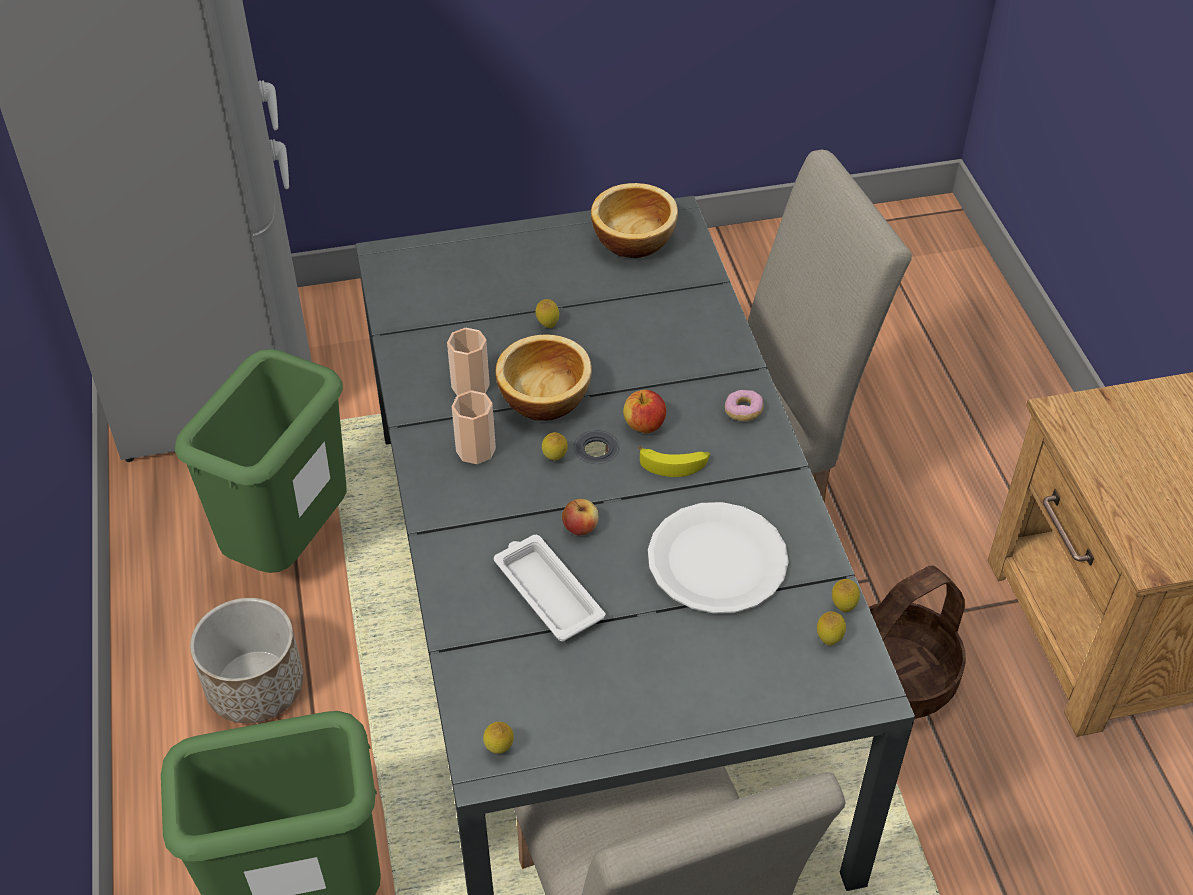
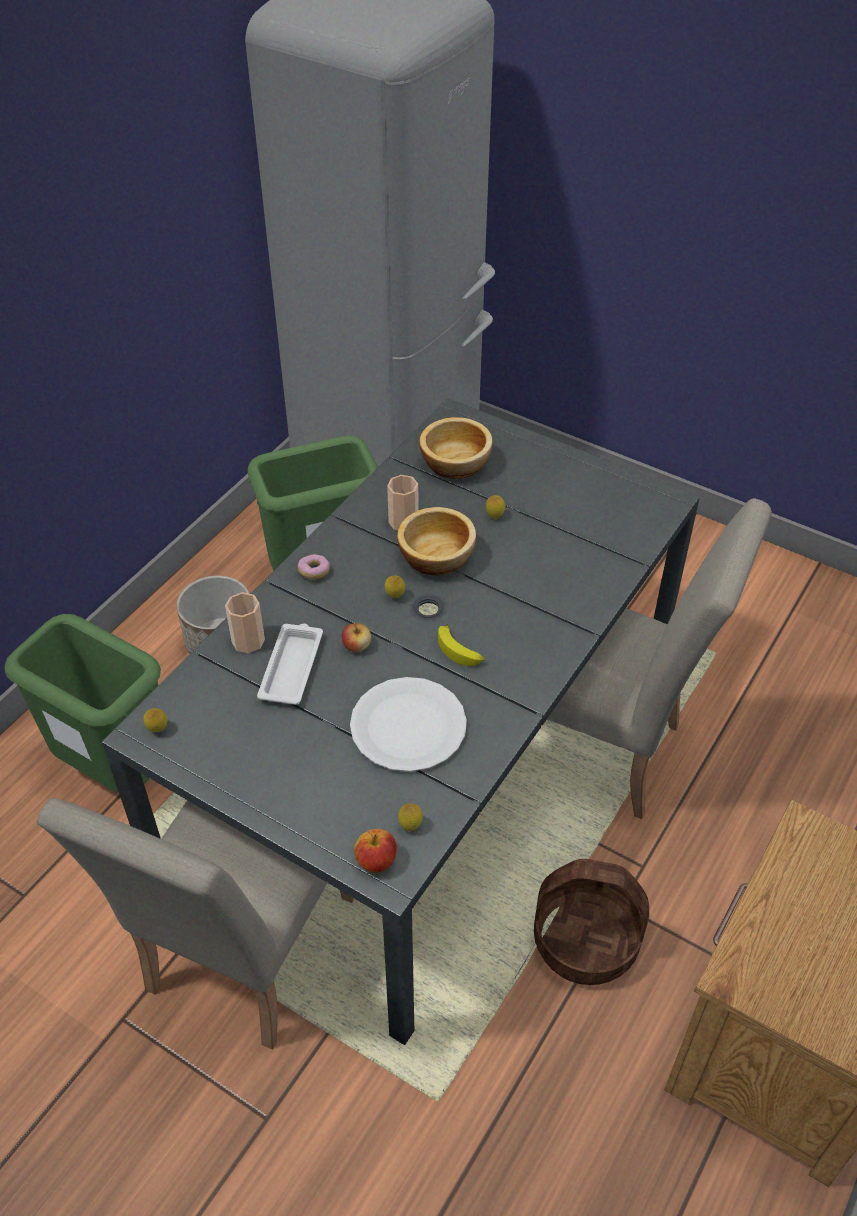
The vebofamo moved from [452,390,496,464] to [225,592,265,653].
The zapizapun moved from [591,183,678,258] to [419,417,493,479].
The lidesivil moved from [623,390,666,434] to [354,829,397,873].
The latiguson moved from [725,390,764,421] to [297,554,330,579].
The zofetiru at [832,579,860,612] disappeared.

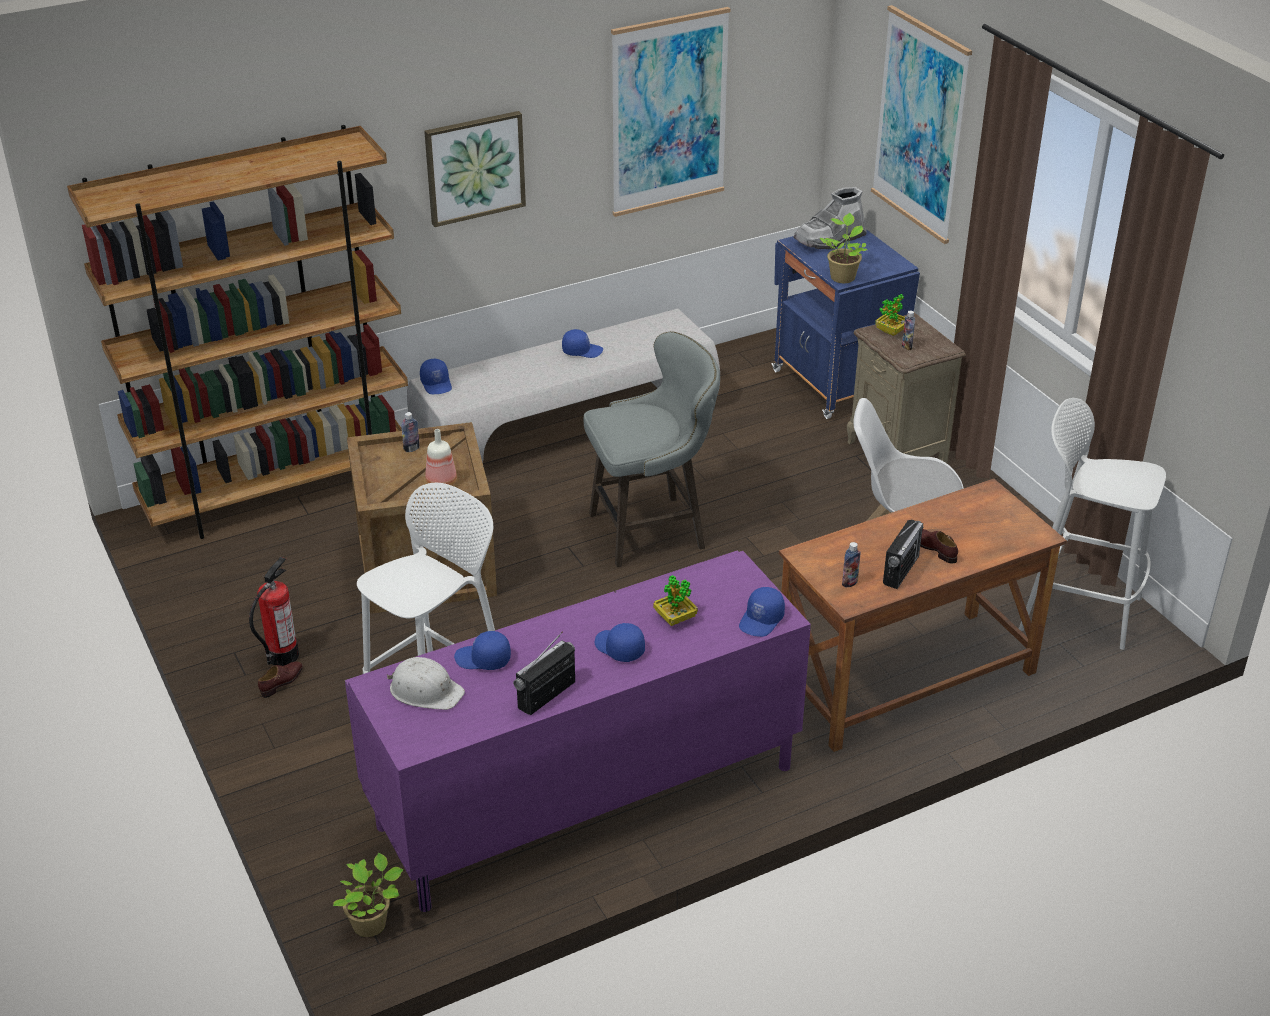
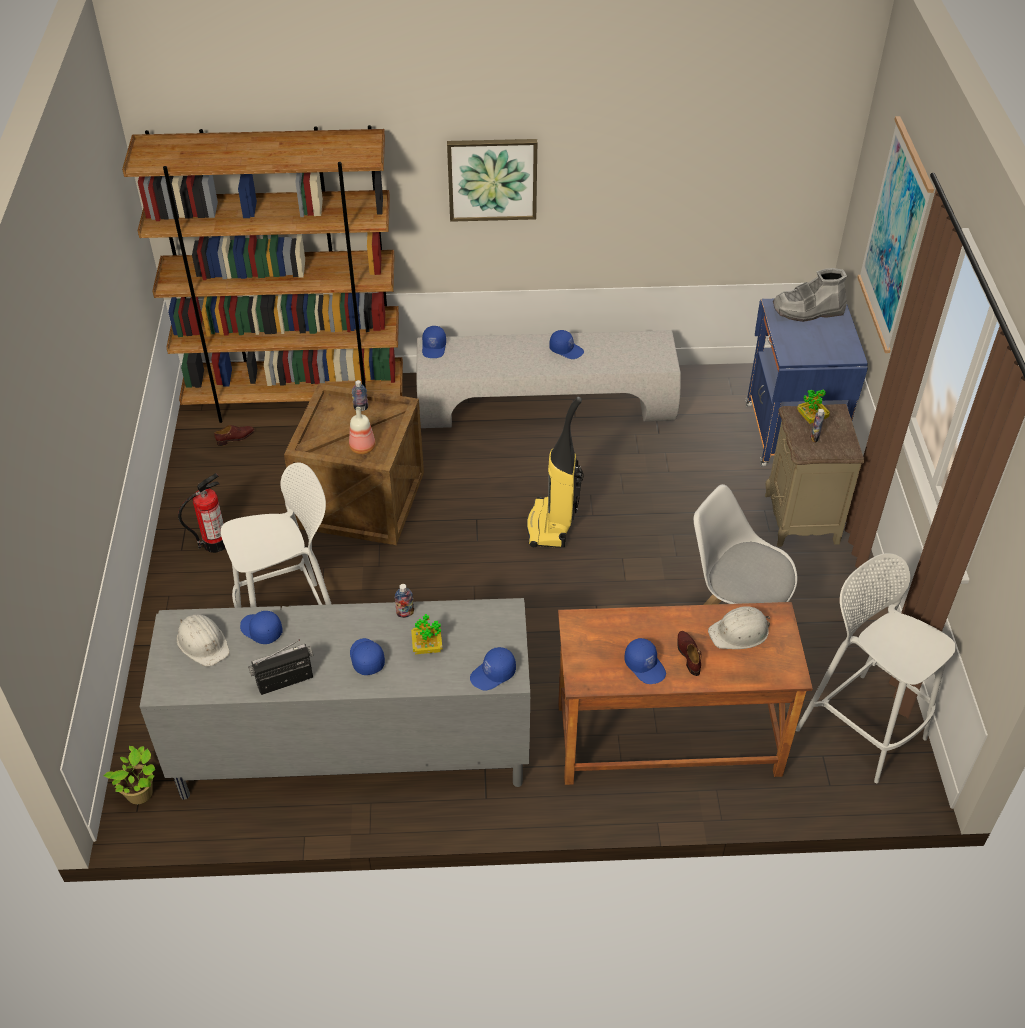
The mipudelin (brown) moved from [258,661,303,698] to [214,425,254,446].
The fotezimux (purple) at [345,551,811,912] became the fotezimux (grey) at [140,598,530,800].
The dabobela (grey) at [584,331,720,567] was replaced by the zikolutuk at [527,397,584,548].
The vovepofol at [611,7,730,217] disappeared.
The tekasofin at [820,213,867,283] disappeared.
The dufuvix moved from [842,542,861,587] to [395,584,414,618].
The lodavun at [883,520,924,589] was replaced by the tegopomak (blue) at [624,638,666,684].
The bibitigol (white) at [708,606,770,649] appeared.

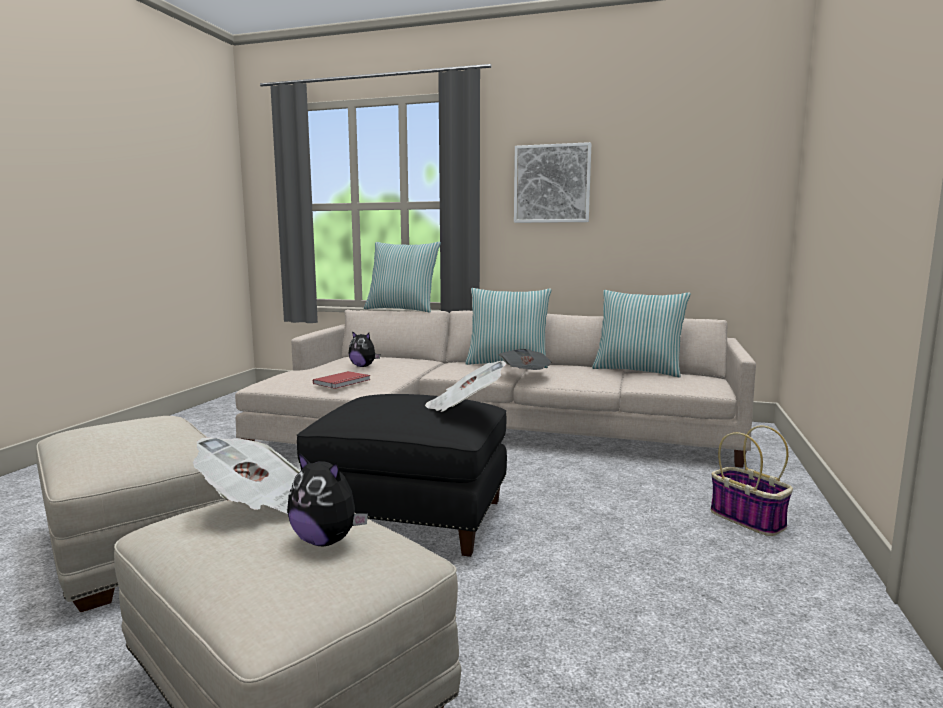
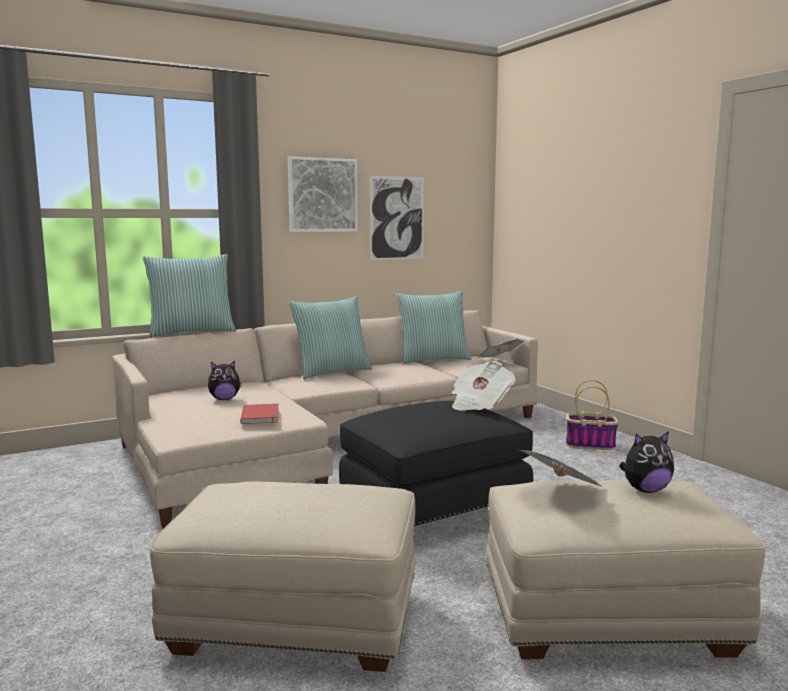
The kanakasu moved from [499,349,552,370] to [479,339,524,358].
The vovepofol at [370,176,424,260] appeared.

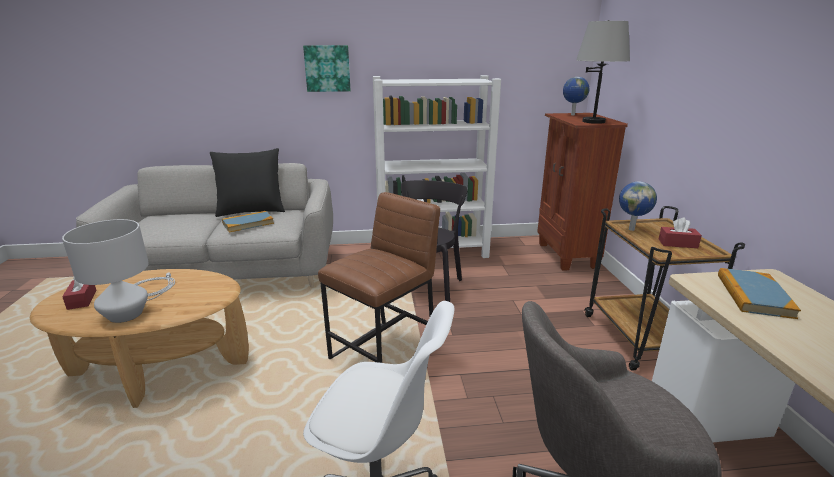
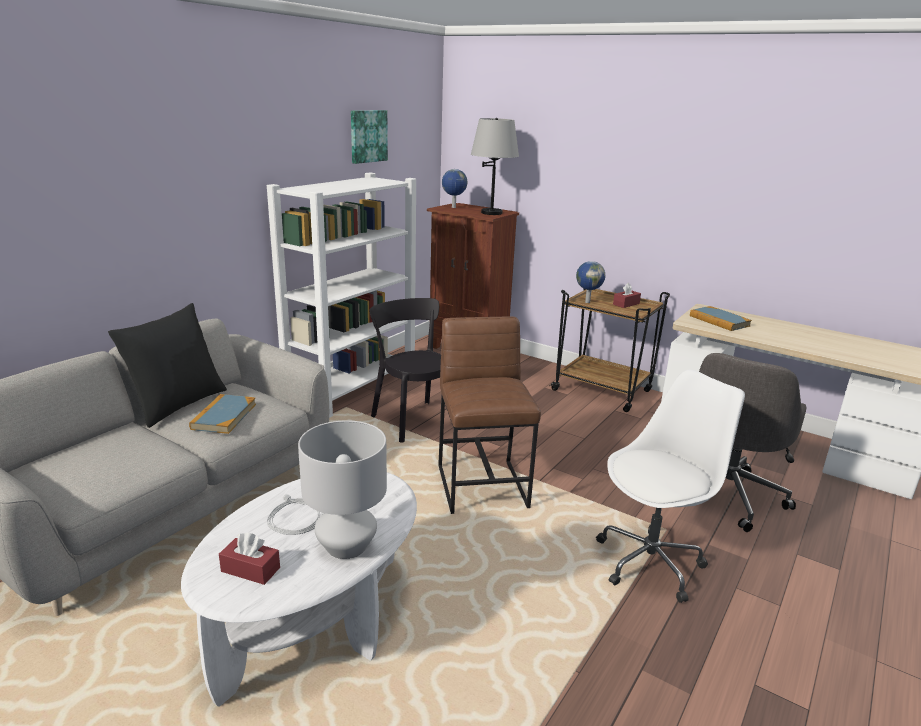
The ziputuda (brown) at [30,269,249,408] became the ziputuda (white) at [181,472,417,707].
The vovepofol moved from [303,45,351,92] to [351,110,388,164].

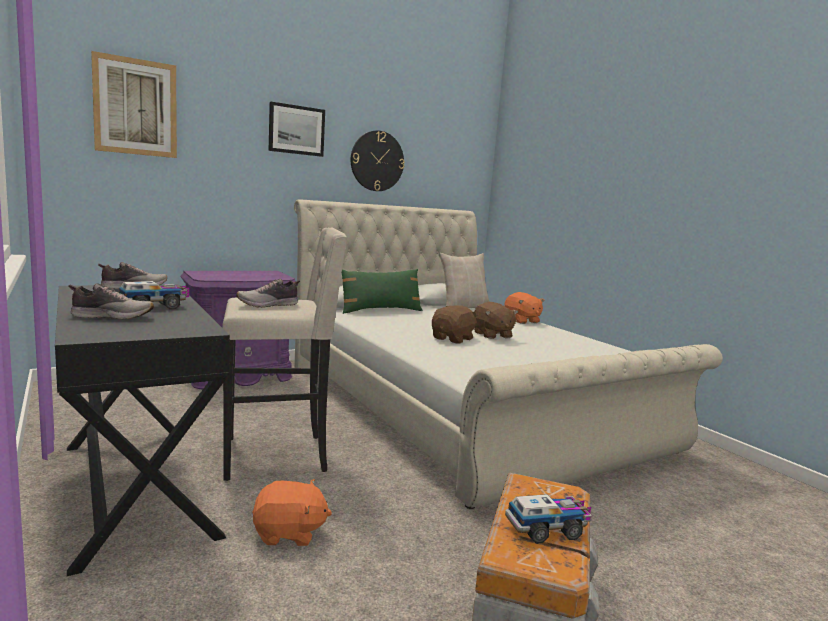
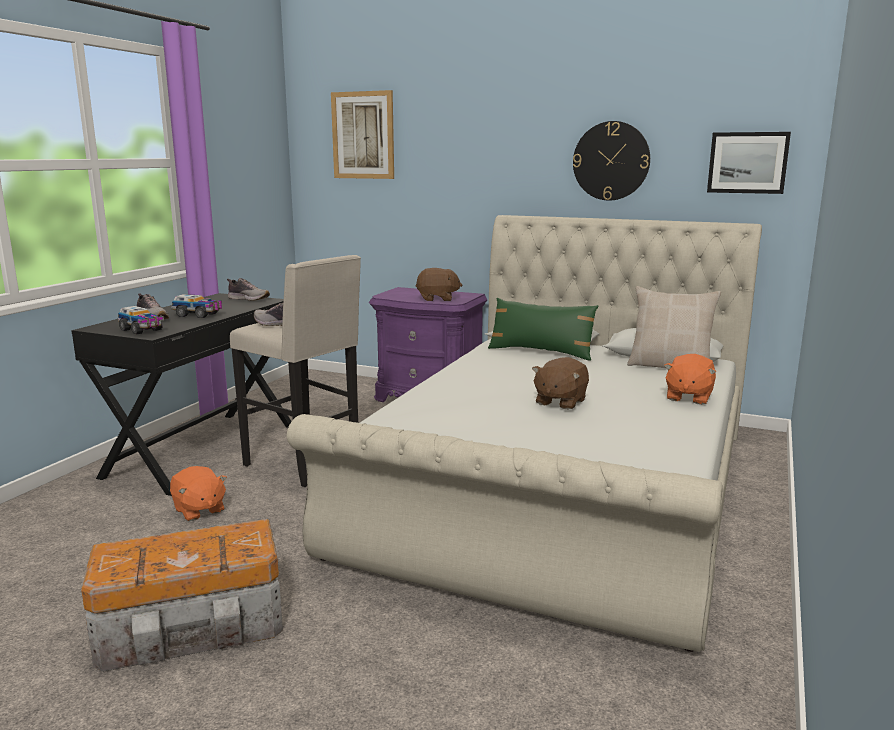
The vovepofol moved from [269,102,325,157] to [707,132,791,194].
The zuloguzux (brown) moved from [432,305,479,344] to [416,268,462,301].
The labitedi moved from [505,494,592,544] to [118,306,164,335].

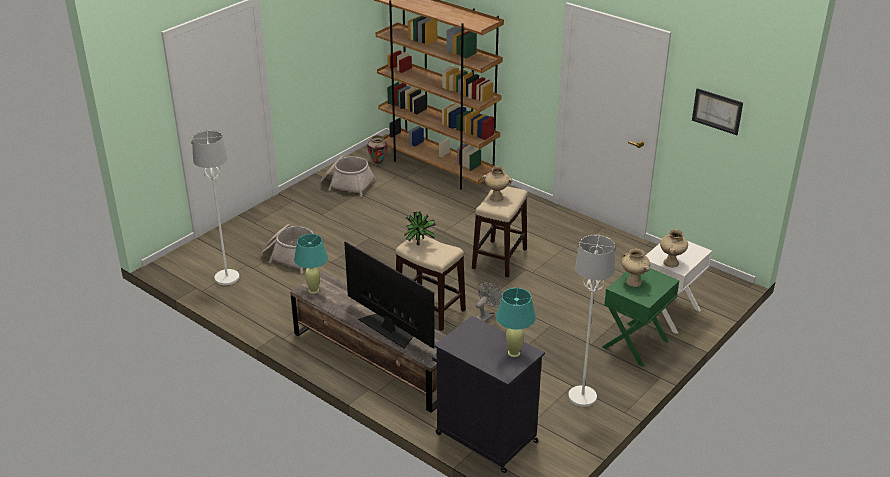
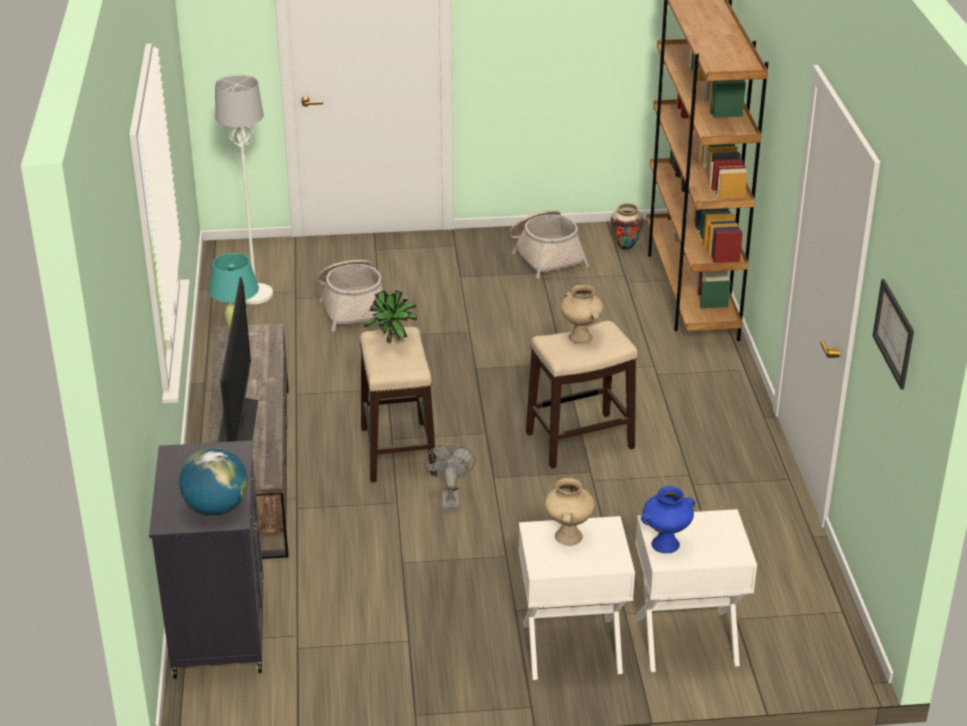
The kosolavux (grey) at [476,282,502,322] turned 90 degrees counterclockwise.
The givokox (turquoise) at [496,288,536,357] was replaced by the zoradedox at [179,447,248,515].
The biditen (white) at [568,235,615,407] disappeared.
The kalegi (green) at [602,268,679,367] became the kalegi (white) at [518,516,635,680].
The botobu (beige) at [660,229,688,267] became the botobu (blue) at [641,486,695,553].

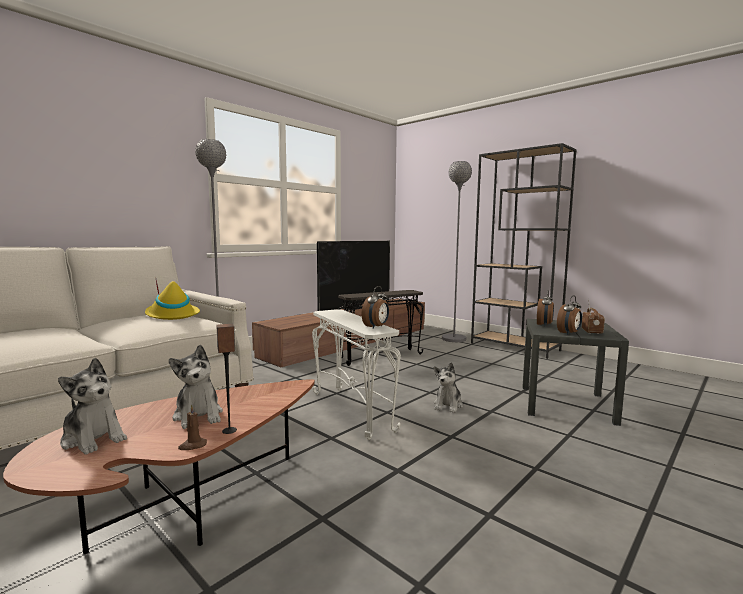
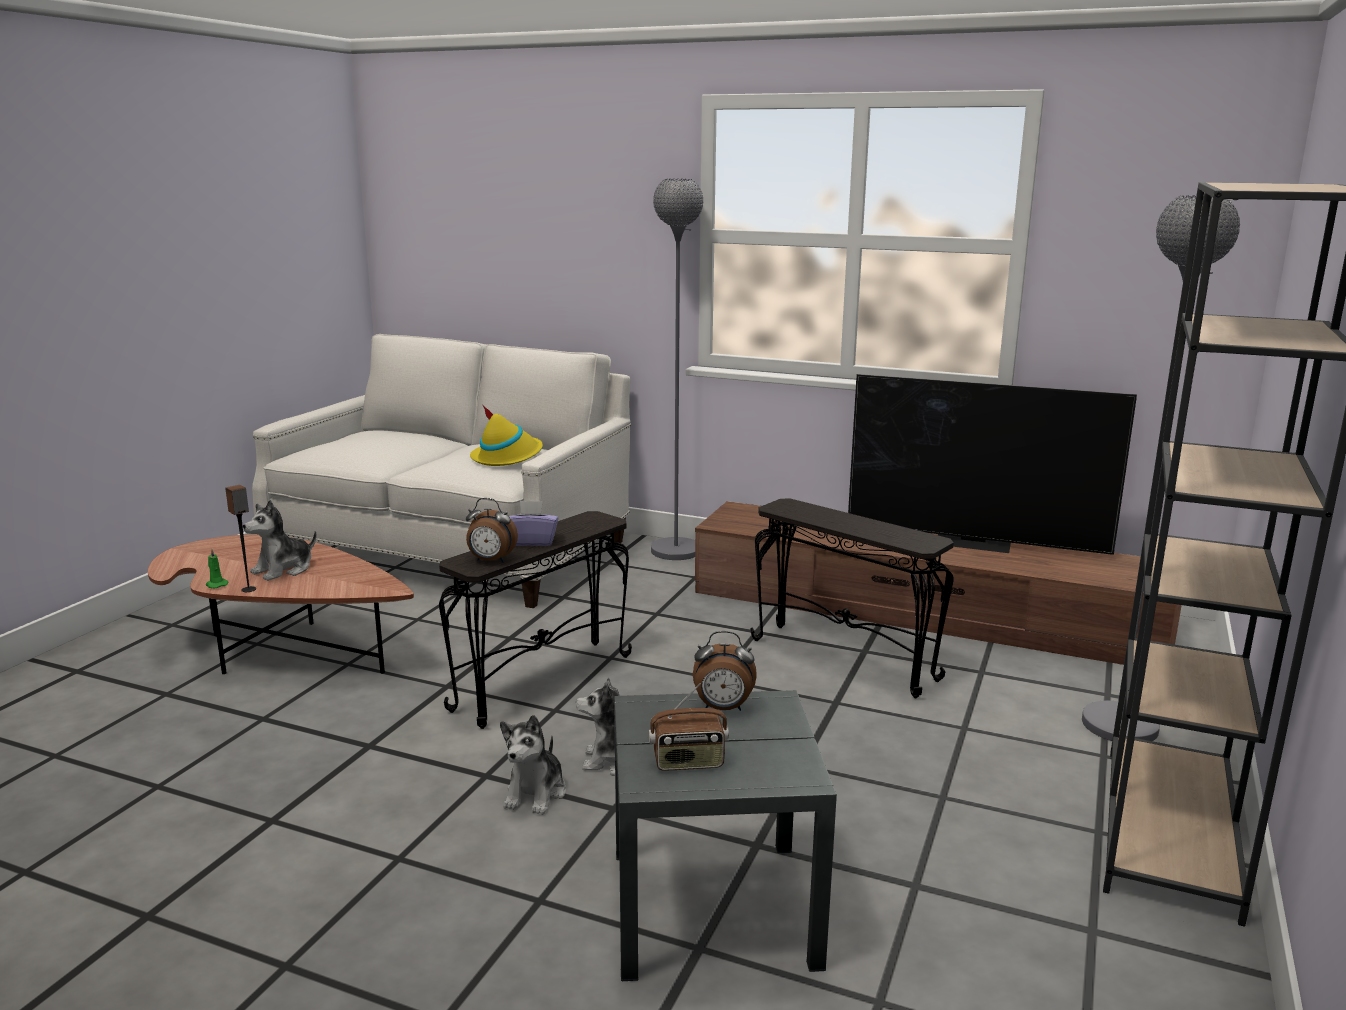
The zuloguzux moved from [58,358,127,455] to [500,715,566,815].
The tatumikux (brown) at [178,404,207,450] became the tatumikux (green) at [206,549,229,588].
The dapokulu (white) at [312,309,401,440] became the dapokulu (black) at [439,511,632,729].
The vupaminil at [557,296,582,335] disappeared.
The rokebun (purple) at [509,501,559,546] appeared.

